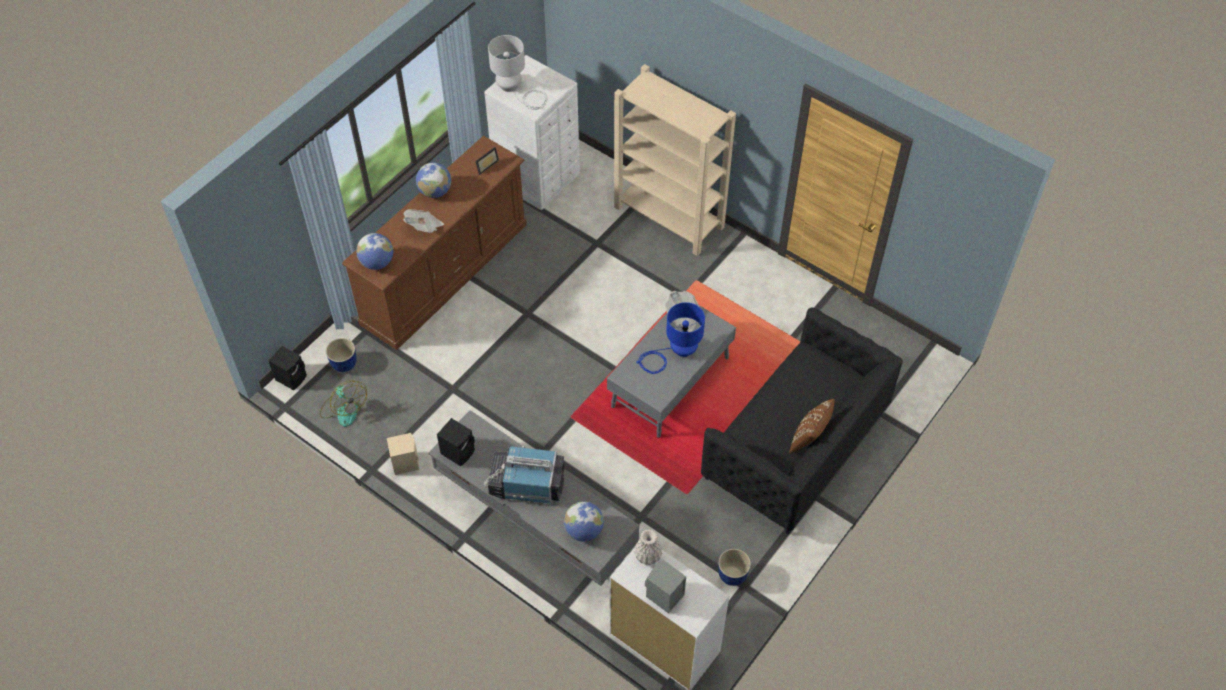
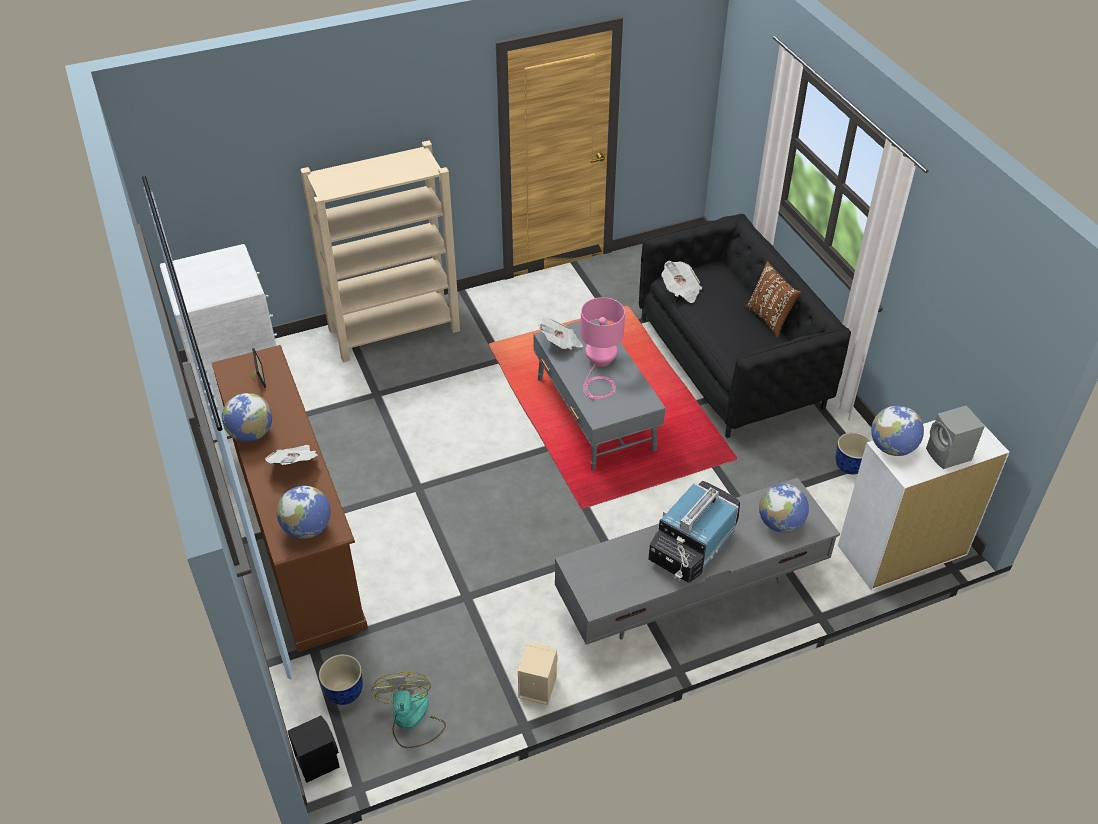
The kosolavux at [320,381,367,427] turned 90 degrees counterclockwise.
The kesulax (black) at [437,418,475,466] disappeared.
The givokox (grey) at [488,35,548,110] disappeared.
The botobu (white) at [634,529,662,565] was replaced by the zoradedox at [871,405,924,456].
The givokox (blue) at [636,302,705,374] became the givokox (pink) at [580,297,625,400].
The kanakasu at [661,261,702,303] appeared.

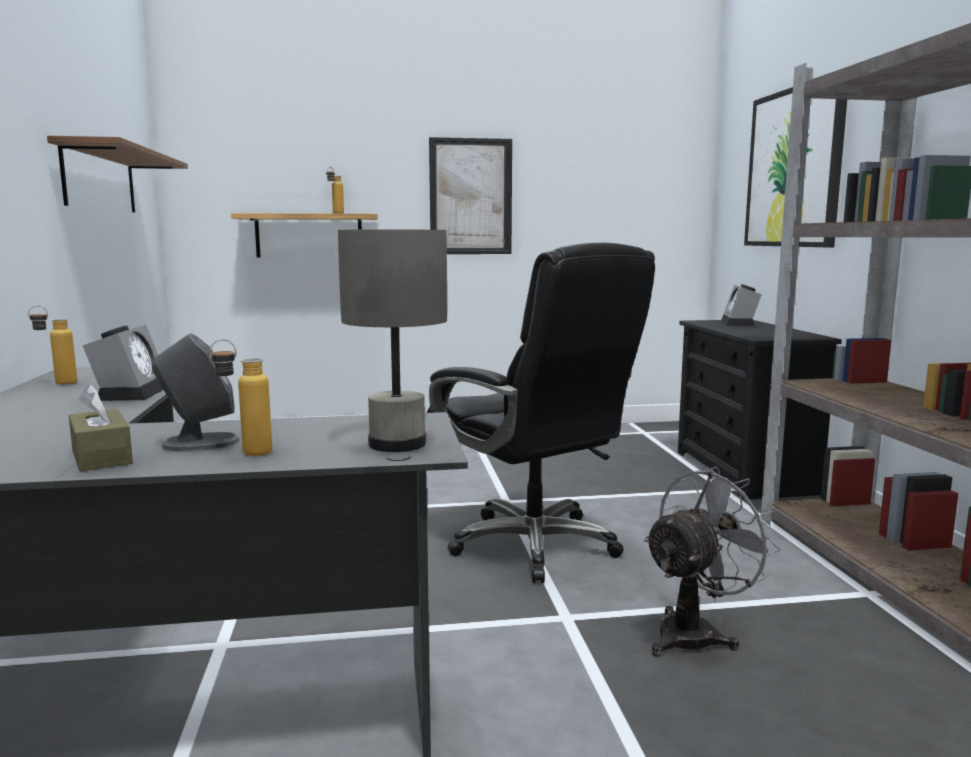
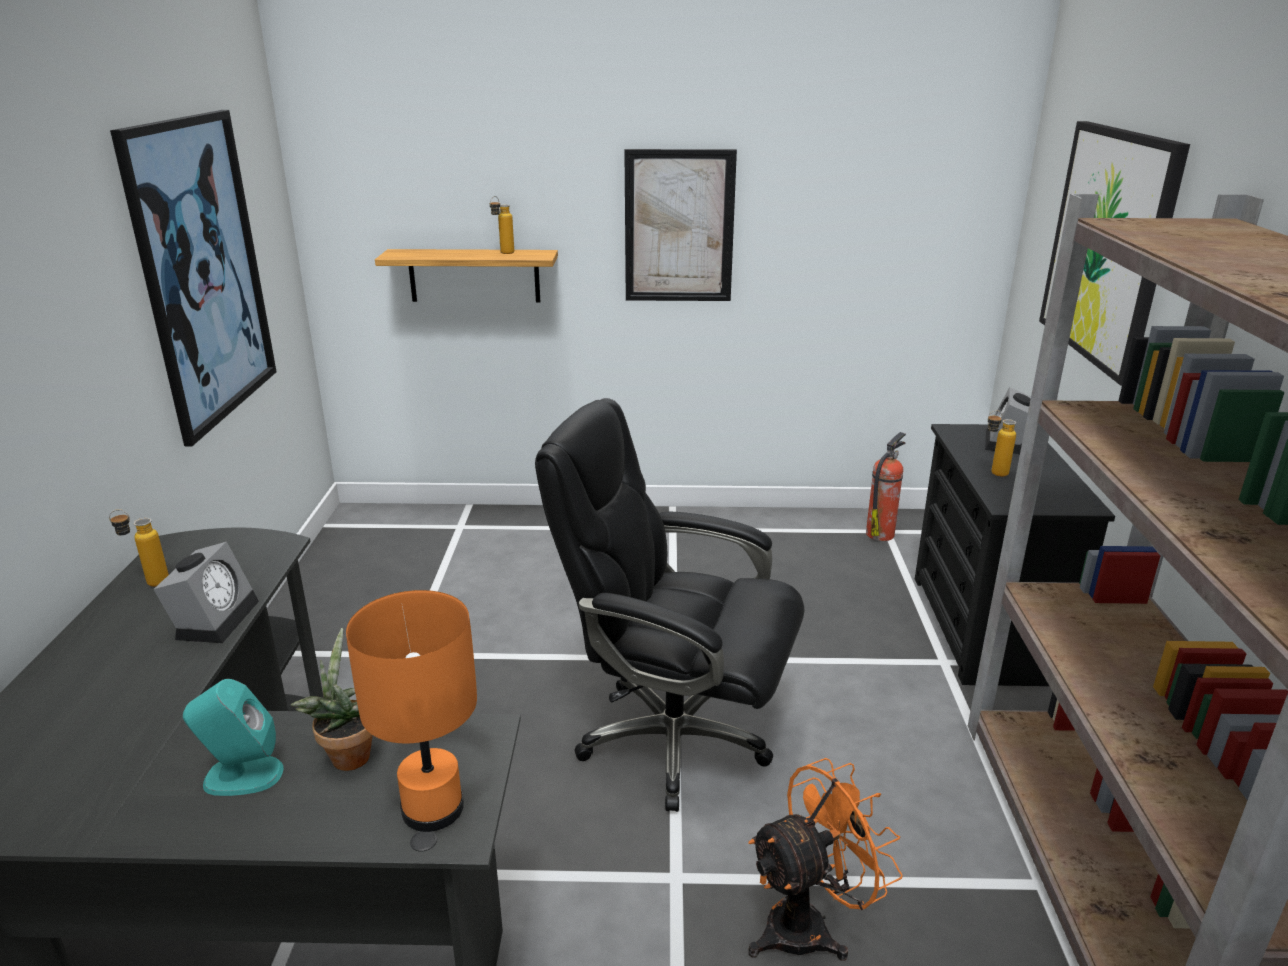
The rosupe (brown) at [47,136,188,212] was replaced by the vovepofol at [110,110,277,446].
The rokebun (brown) at [69,384,133,472] disappeared.
The kesulax (grey) at [152,333,240,451] became the kesulax (turquoise) at [183,679,284,796].
The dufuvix moved from [210,339,272,456] to [988,410,1016,477].
The givokox (grey) at [338,229,447,452] became the givokox (orange) at [346,590,477,832].
The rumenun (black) at [427,243,655,583] turned 135 degrees clockwise.
The kosolavux (grey) at [643,467,781,657] became the kosolavux (orange) at [748,758,902,961].
The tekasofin at [291,628,373,771] appeared.
The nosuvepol at [866,432,906,541] appeared.

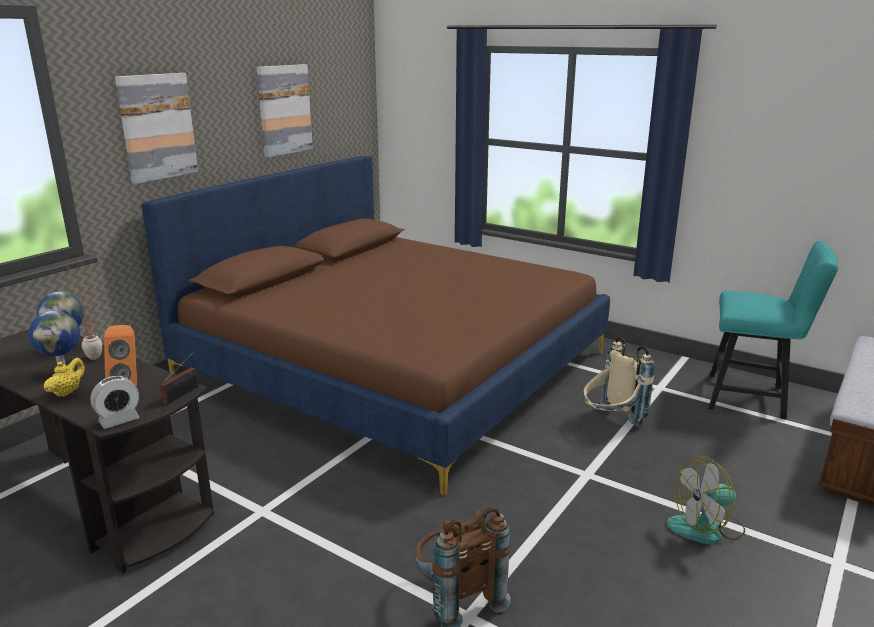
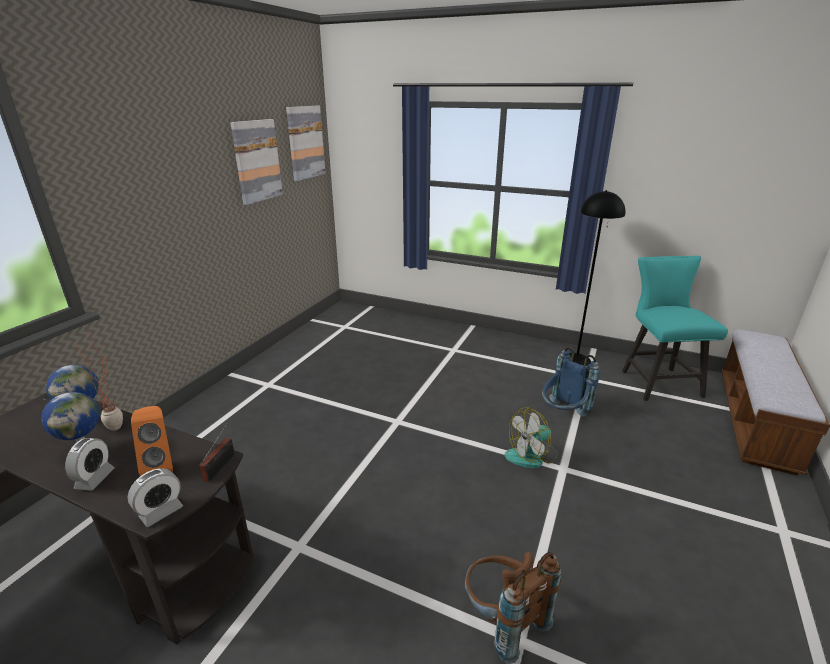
The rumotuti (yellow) at [44,358,85,397] was replaced by the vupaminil at [65,438,115,491].
The vovepofol moved from [115,73,198,184] to [286,106,326,181].
The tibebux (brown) at [142,156,610,496] disappeared.
The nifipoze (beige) at [583,337,655,426] became the nifipoze (blue) at [542,347,600,416].
The kosolavux moved from [667,456,745,545] to [504,407,558,468].
The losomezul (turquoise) at [709,241,838,419] turned 105 degrees counterclockwise.
The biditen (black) at [569,190,625,366] appeared.

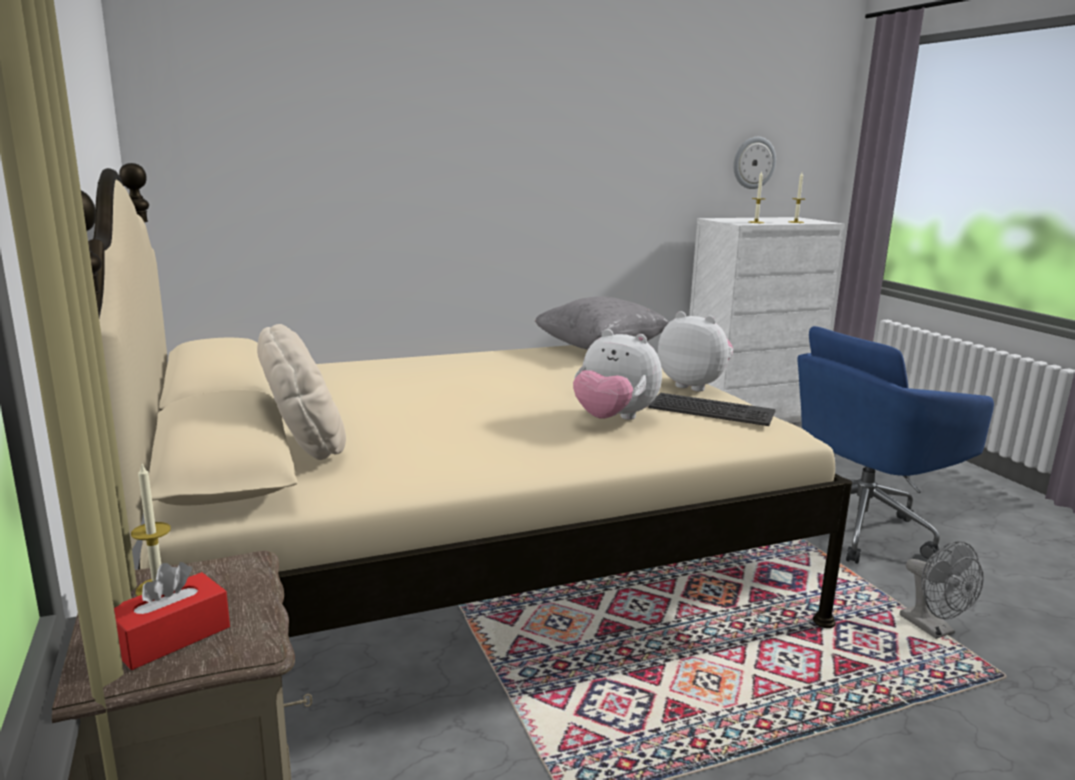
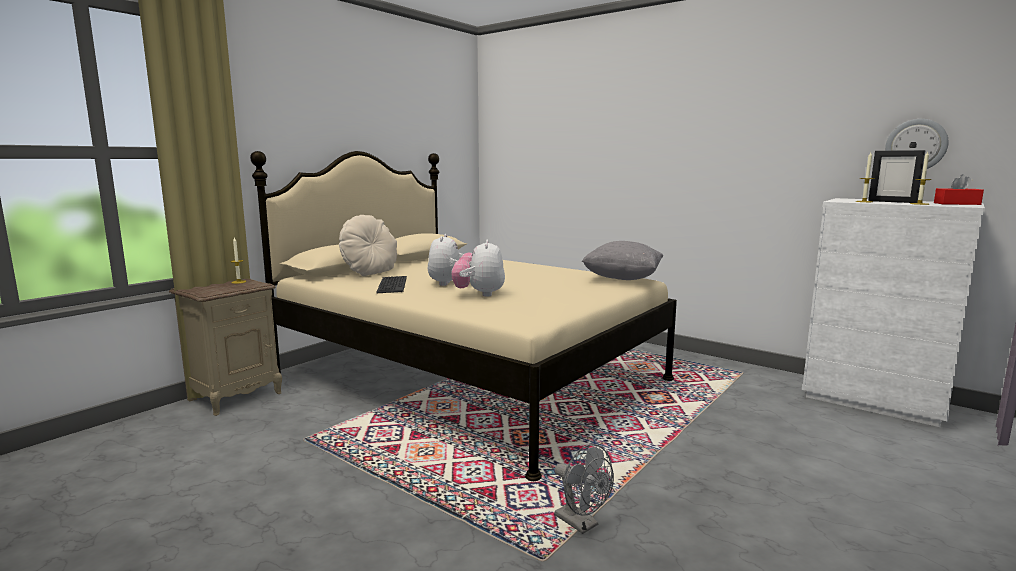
The rokebun (red) moved from [114,562,230,670] to [934,174,984,205].
The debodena moved from [648,393,775,426] to [376,276,407,294].
The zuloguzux moved from [658,311,733,392] to [428,234,472,286].
The rumenun (blue) at [797,326,994,564] disappeared.
The kosolavux (grey) at [900,541,984,639] turned 75 degrees counterclockwise.
The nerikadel at [868,150,925,203] appeared.

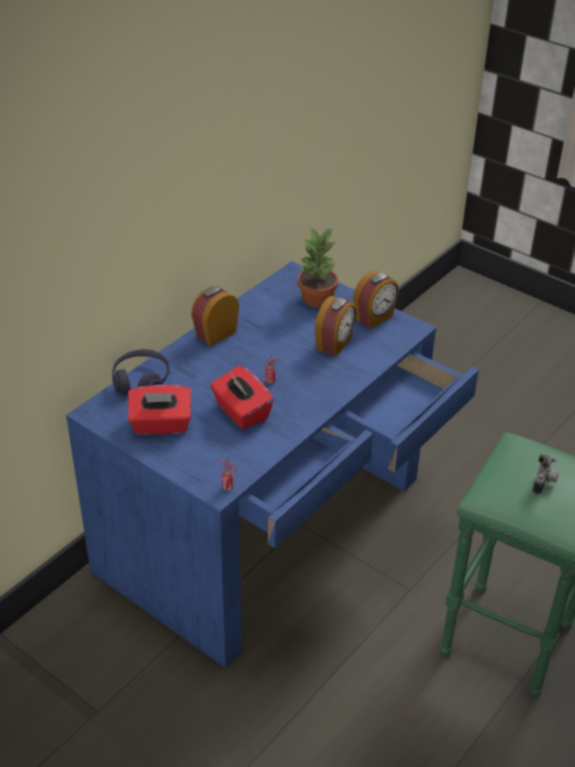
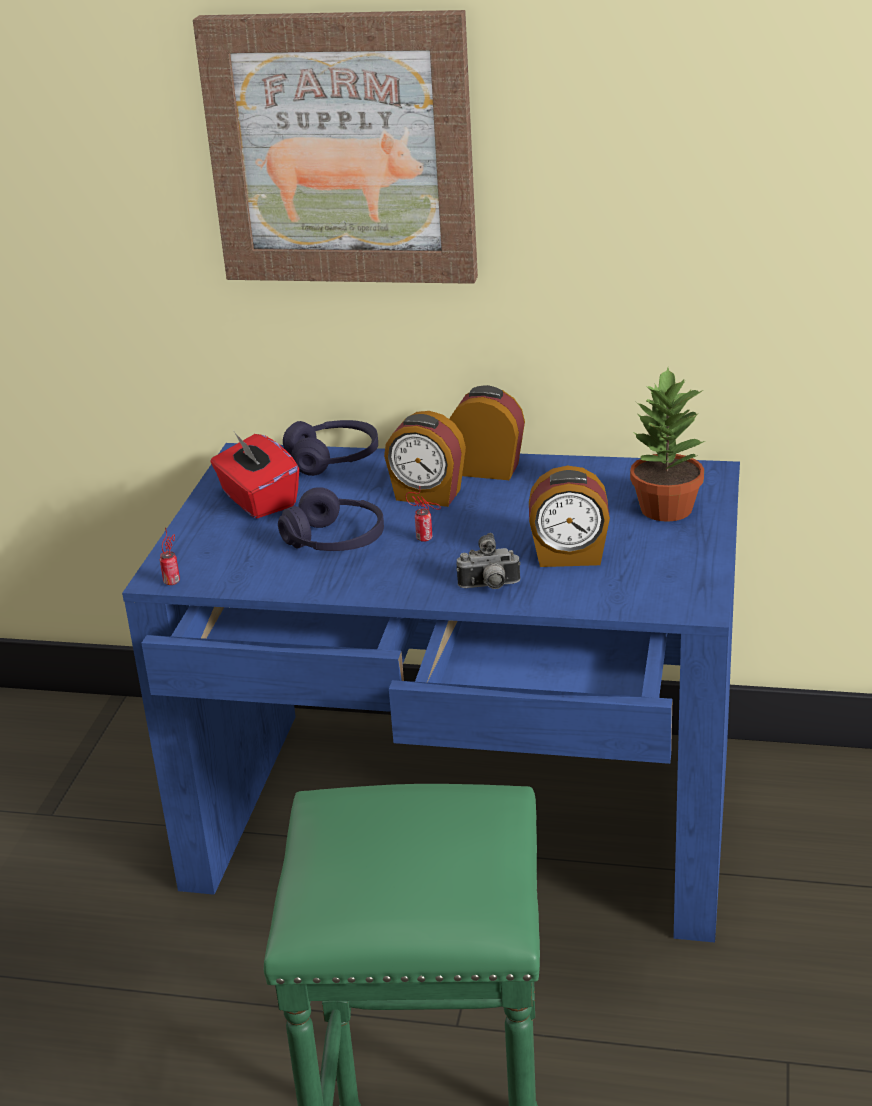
The rokebun (red) at [210,366,274,429] was replaced by the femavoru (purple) at [278,487,384,551].
The vupaminil moved from [353,270,399,329] to [384,411,466,507].
The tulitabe moved from [533,454,559,495] to [456,533,521,589].
The vovepofol at [193,10,478,284] appeared.

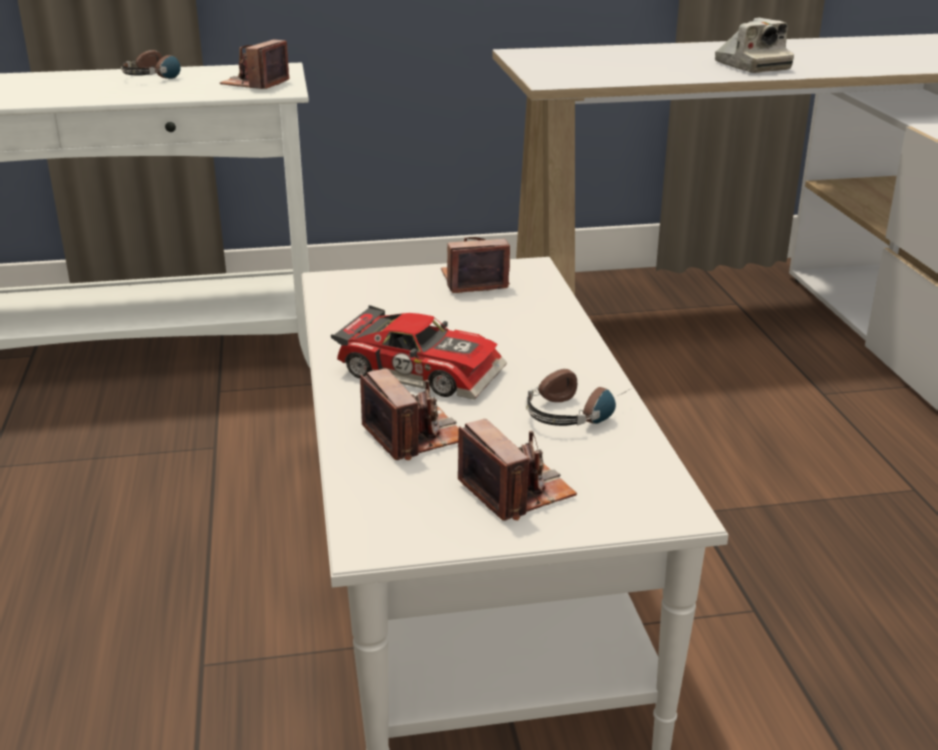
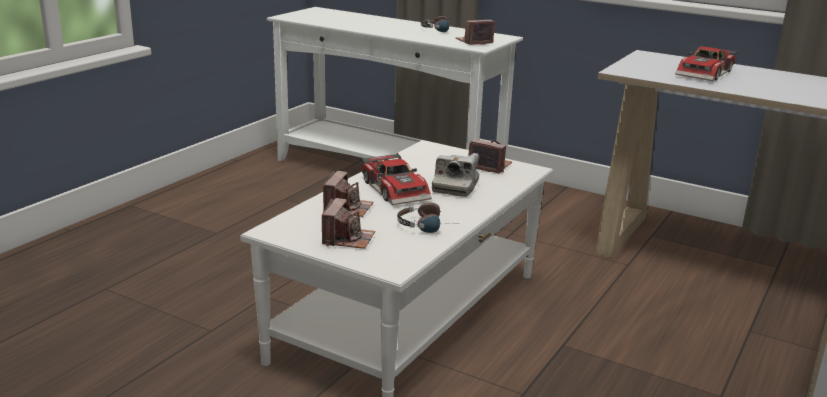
The tulitabe moved from [715,18,794,73] to [432,153,479,197].
The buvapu at [675,45,738,81] appeared.

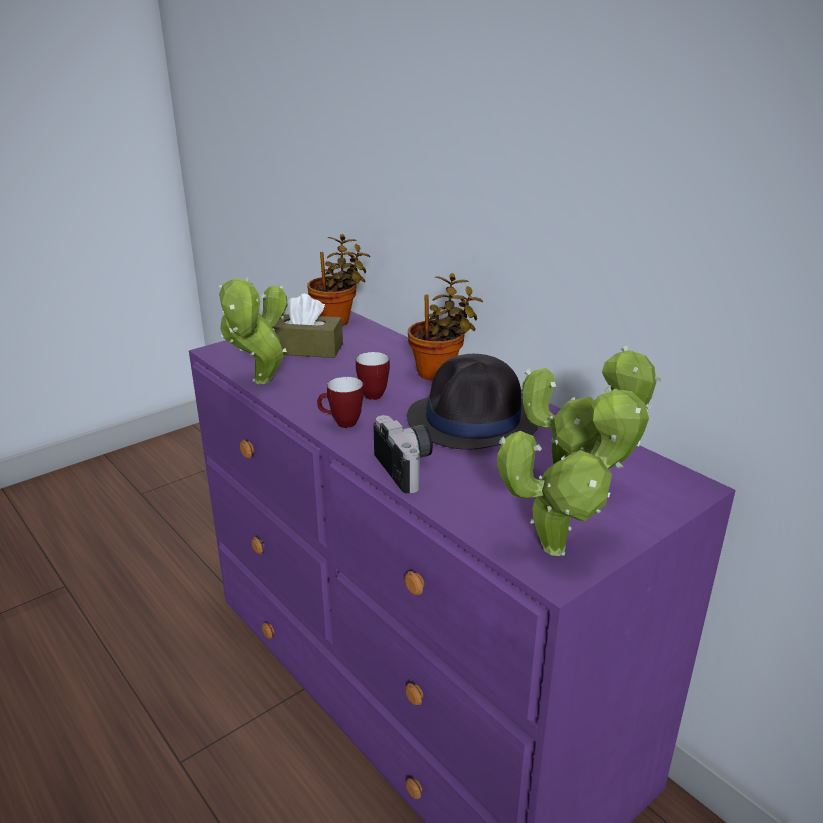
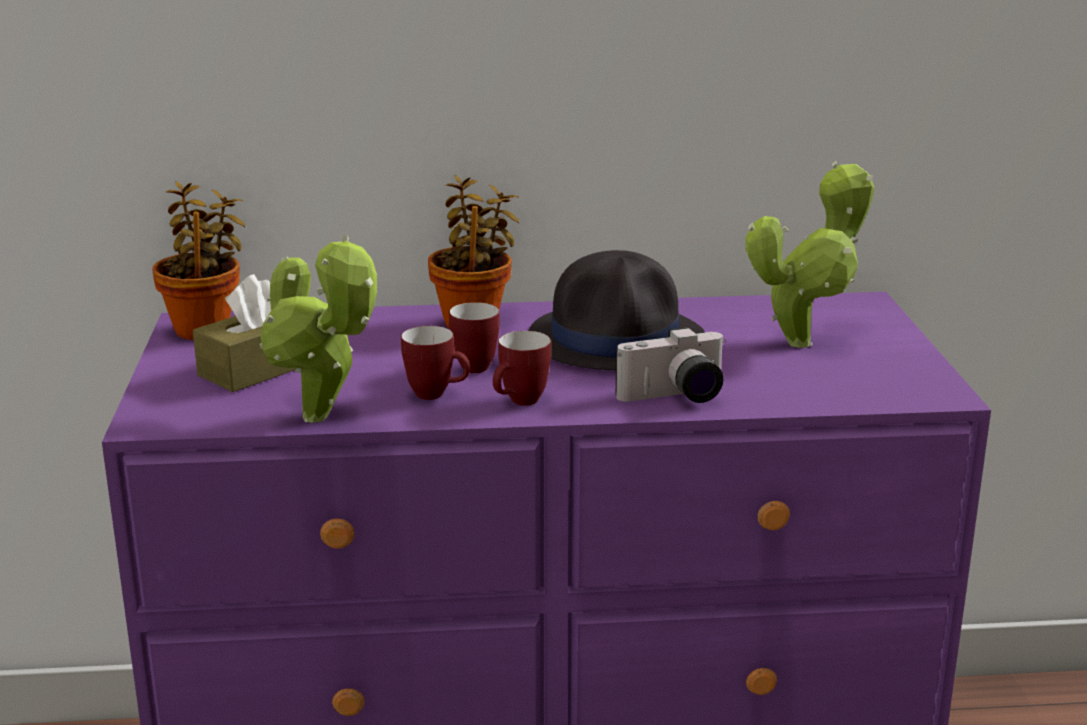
The tulitabe at [373,415,433,493] turned 150 degrees clockwise.
The tekasofin at [497,385,649,556] disappeared.
The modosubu at [401,326,470,400] appeared.

